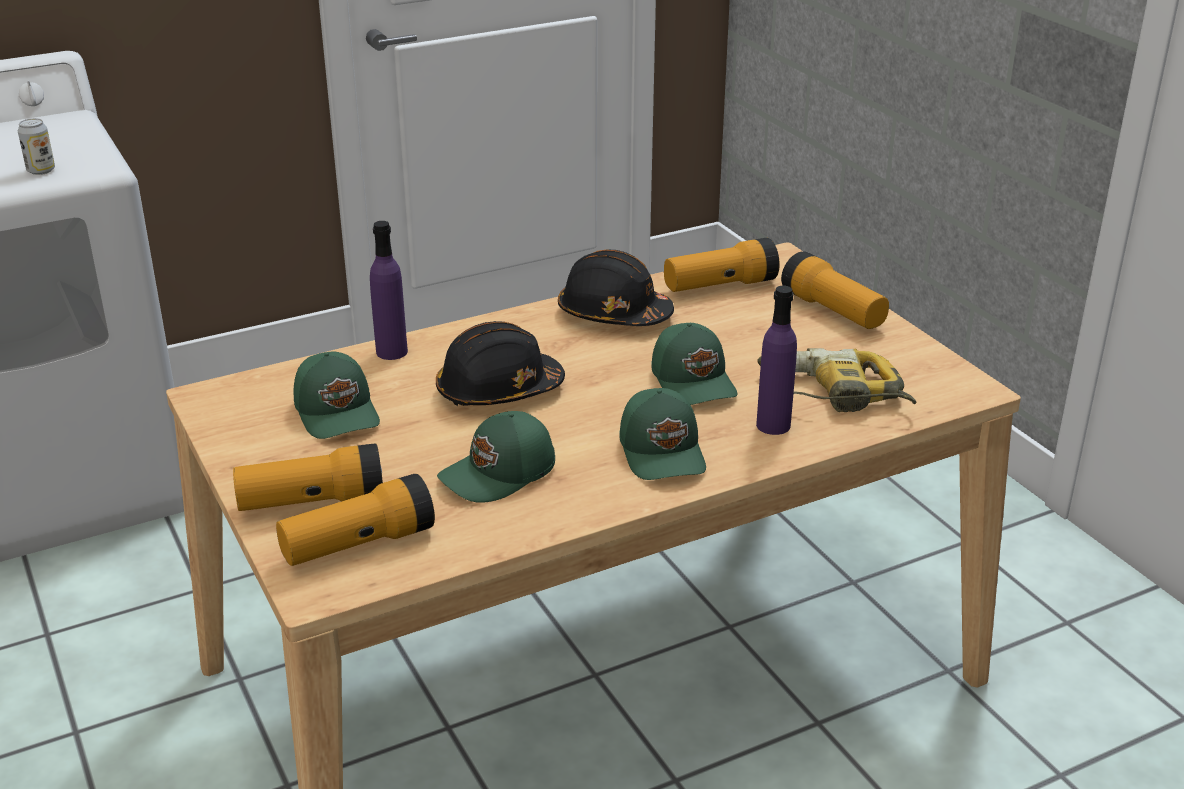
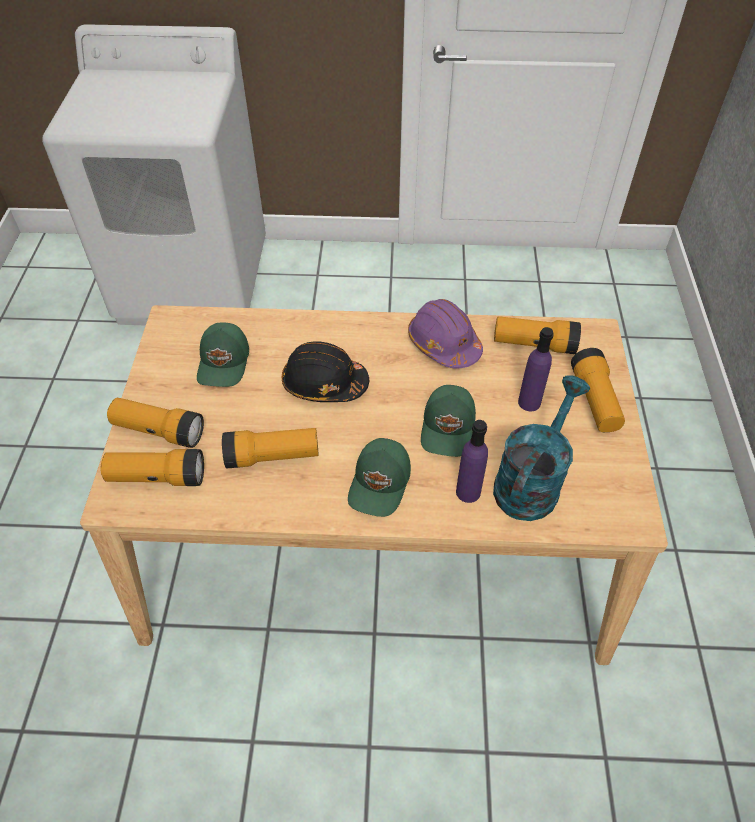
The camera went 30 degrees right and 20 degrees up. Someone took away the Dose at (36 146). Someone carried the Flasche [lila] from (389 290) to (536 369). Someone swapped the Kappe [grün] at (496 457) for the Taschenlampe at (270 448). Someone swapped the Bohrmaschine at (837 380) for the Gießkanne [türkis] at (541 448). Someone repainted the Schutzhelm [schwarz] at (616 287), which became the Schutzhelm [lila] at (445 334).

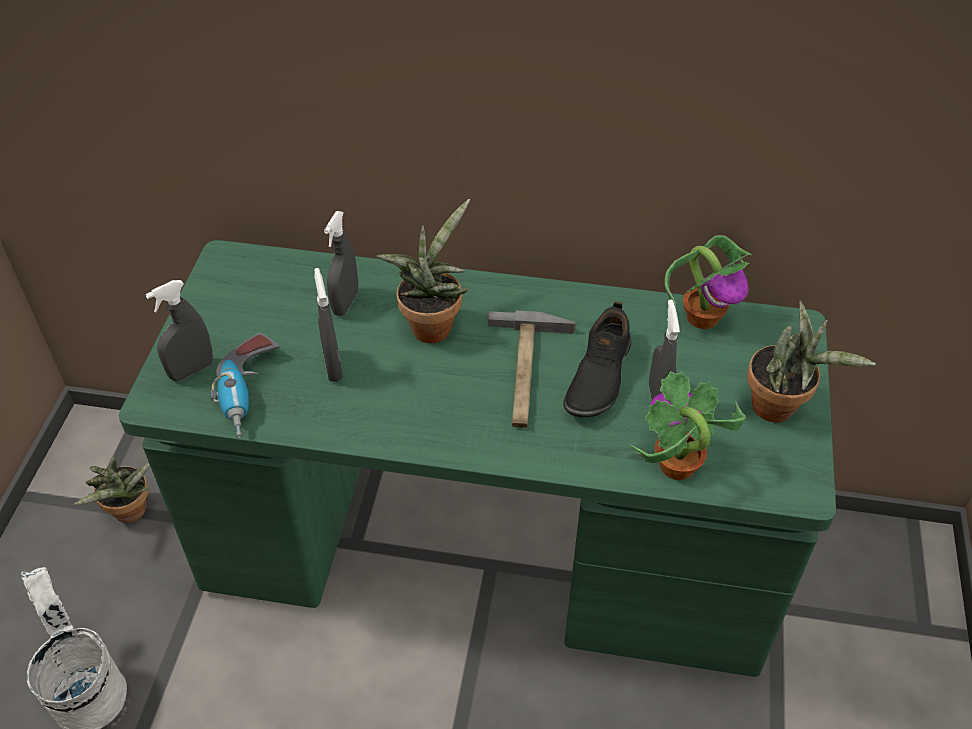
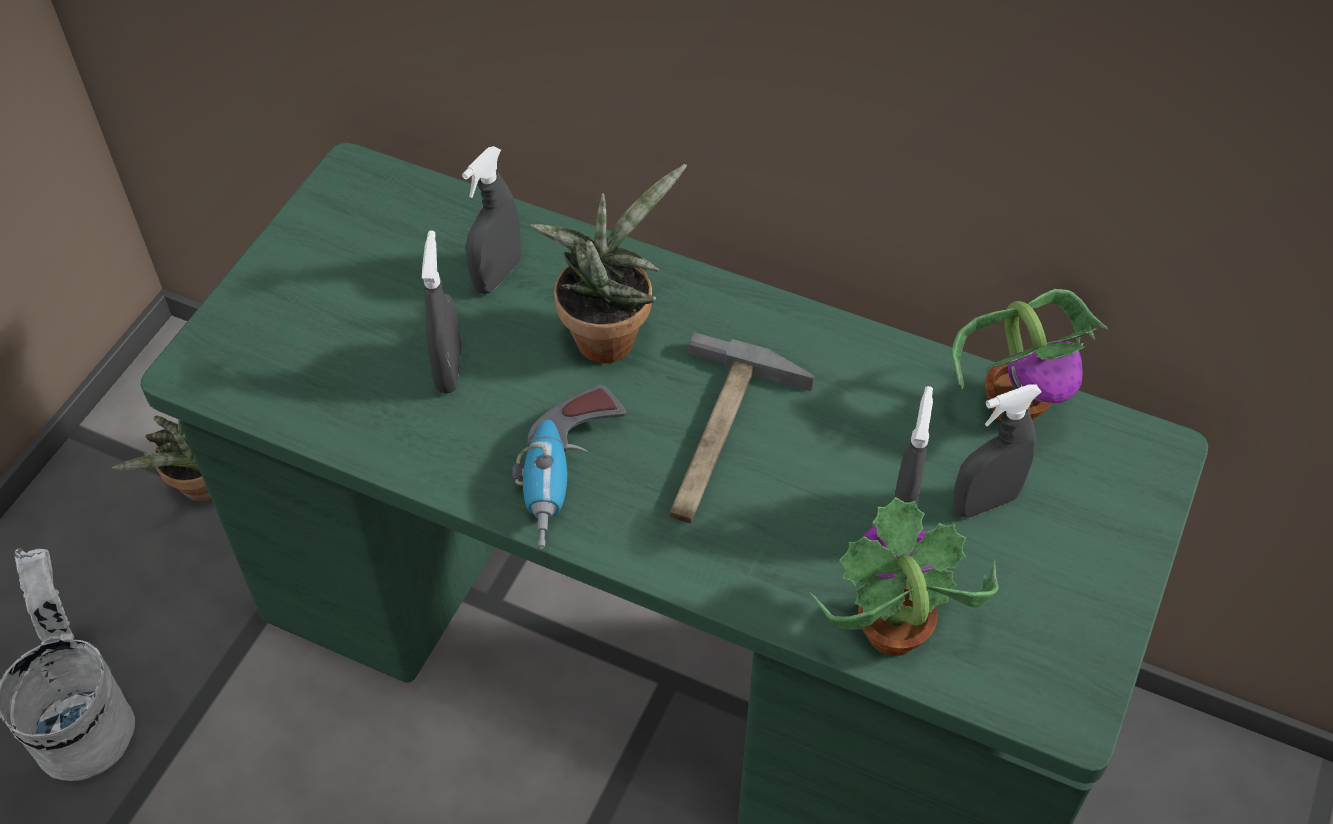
The camera went 15 degrees right and 5 degrees up. Someone took away the Schuh [schwarz] at (597 359). Someone took away the Topfpflanze at (811 361). Someone carried the Sprühflasche [grau] from (179 330) to (997 451). Someone carried the Bohrmaschine from (244 385) to (569 467).

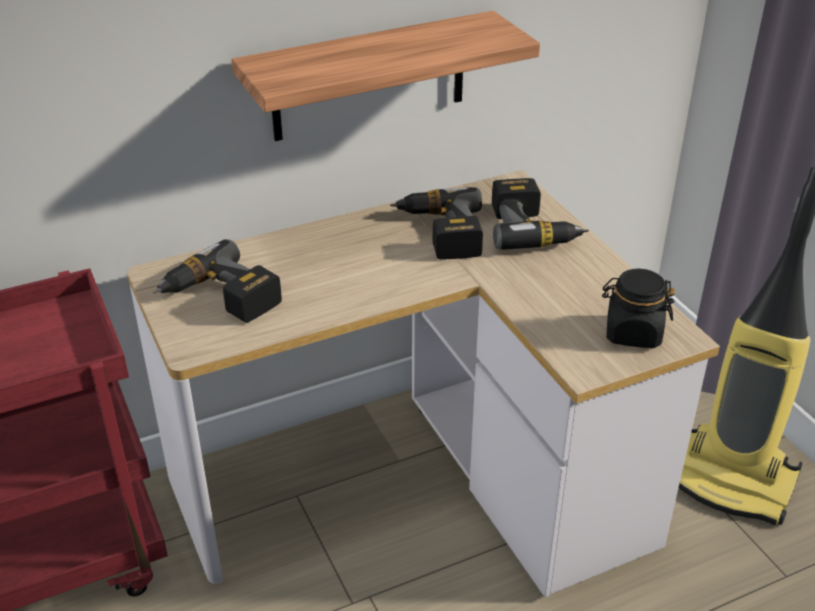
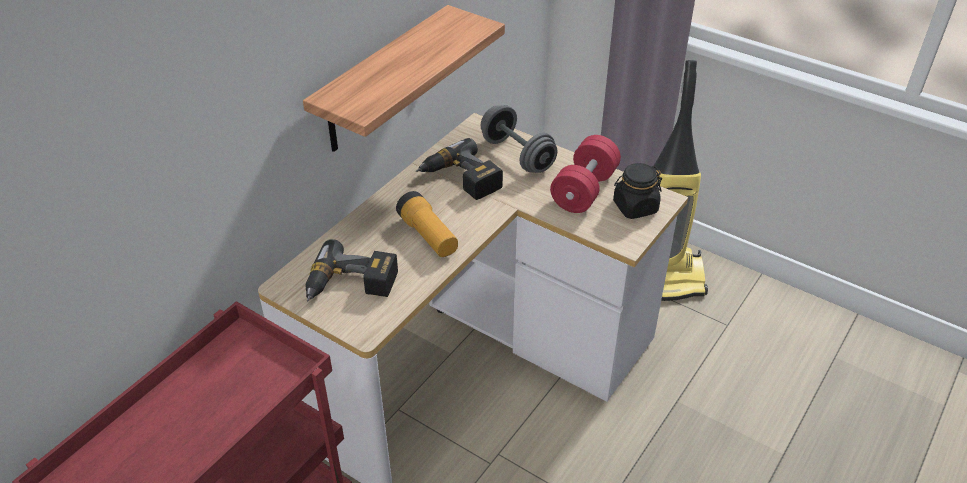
The camera went 30 degrees left and 5 degrees up. Someone put down the Taschenlampe at (427 224). Someone put down the Hantel [rot] at (585 174). Someone swapped the Bohrmaschine at (540 213) for the Hantel [grau] at (519 139).

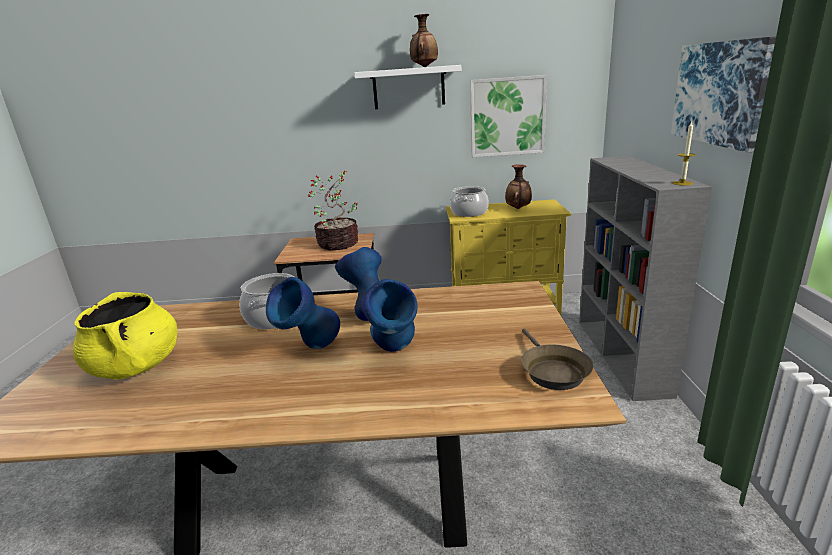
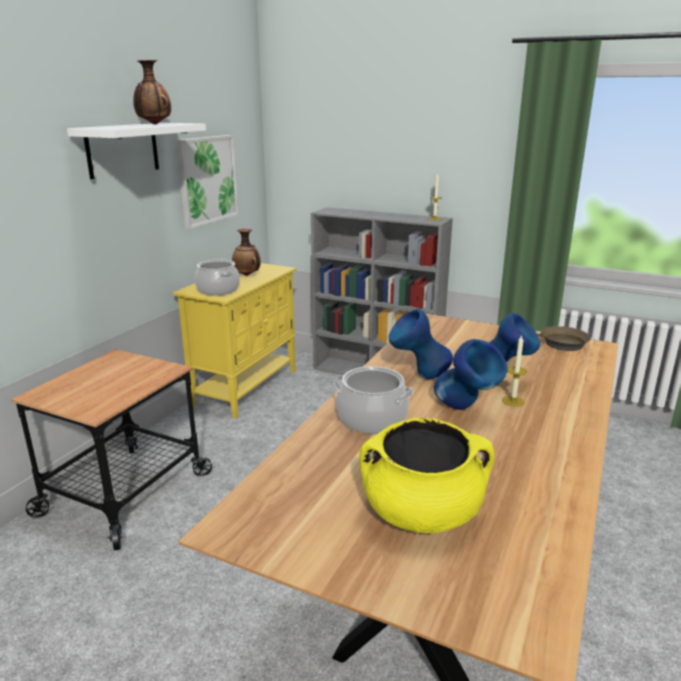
The camera went 65 degrees left and 0 degrees up. Someone took away the Topfpflanze at (333 210). Someone took away the Bild at (723 94). Someone put down the Kerze at (514 371).

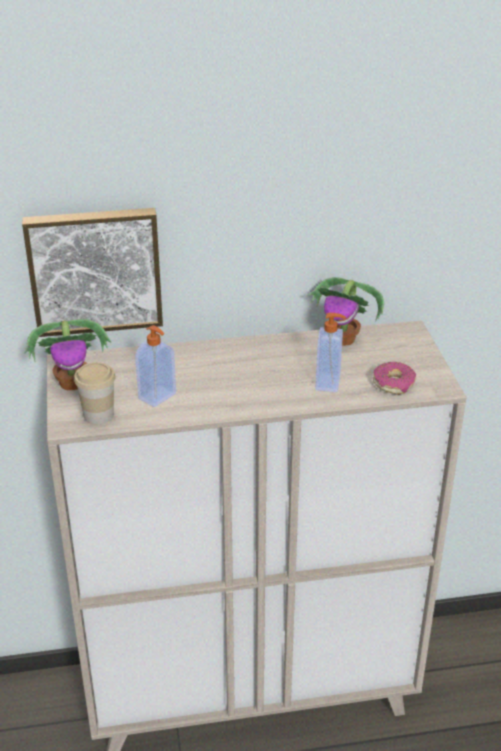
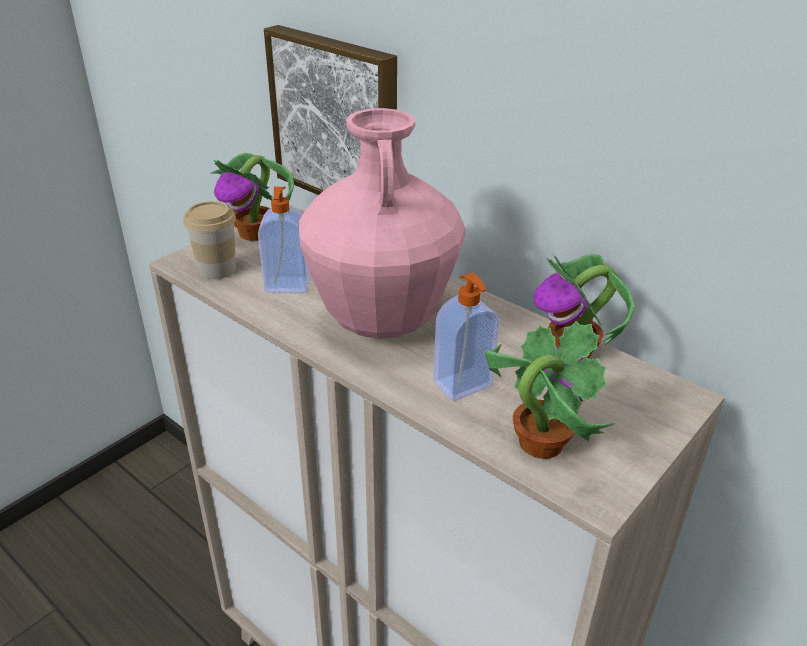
The camera went 50 degrees right and 0 degrees up. Someone put down the Vase [rosa] at (382 223). Someone swapped the Donut at (394 378) for the Topfpflanze at (550 390).

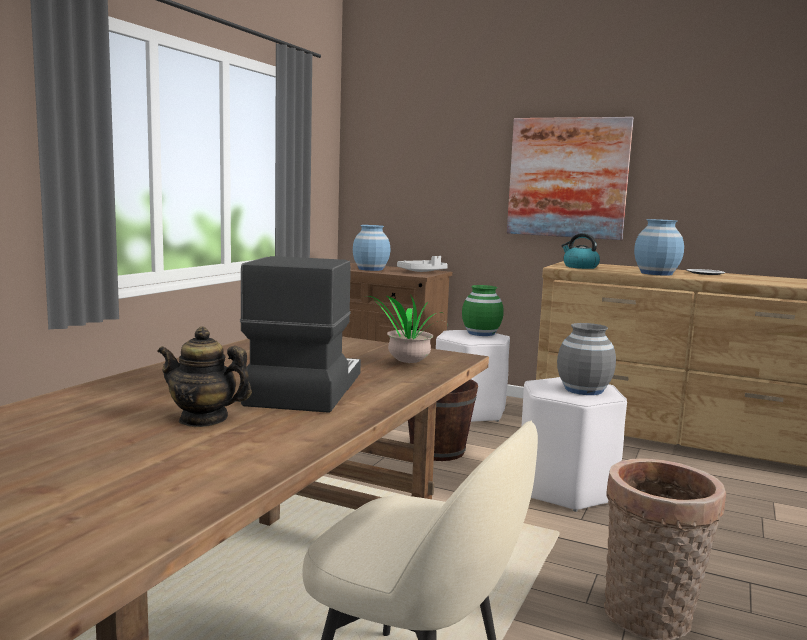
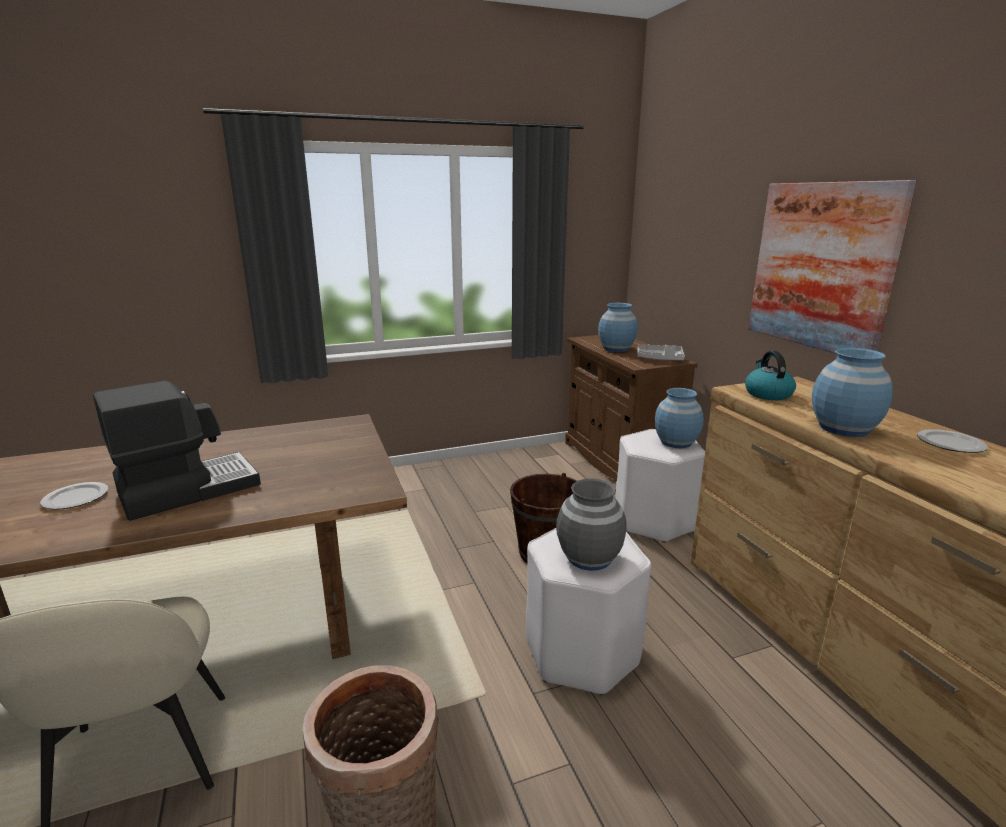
The camera went 45 degrees right and 10 degrees up. Someone took away the Topfpflanze at (408 328). Someone swapped the Teekanne at (204 377) for the Teller at (74 496). Someone repainted the Vase [grün] at (483 310), which became the Vase [blau] at (679 418).

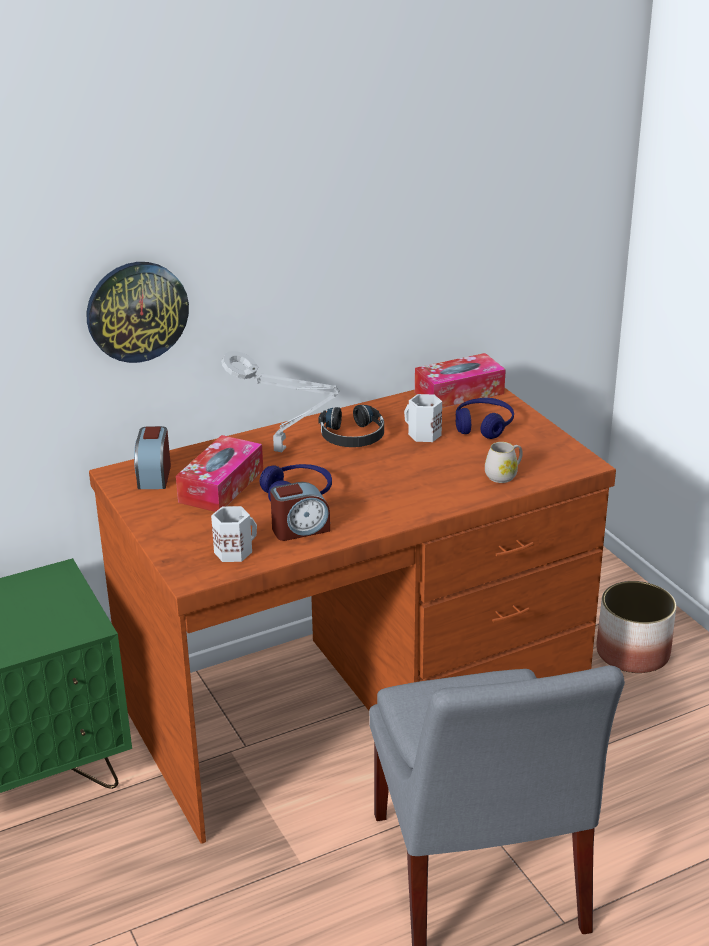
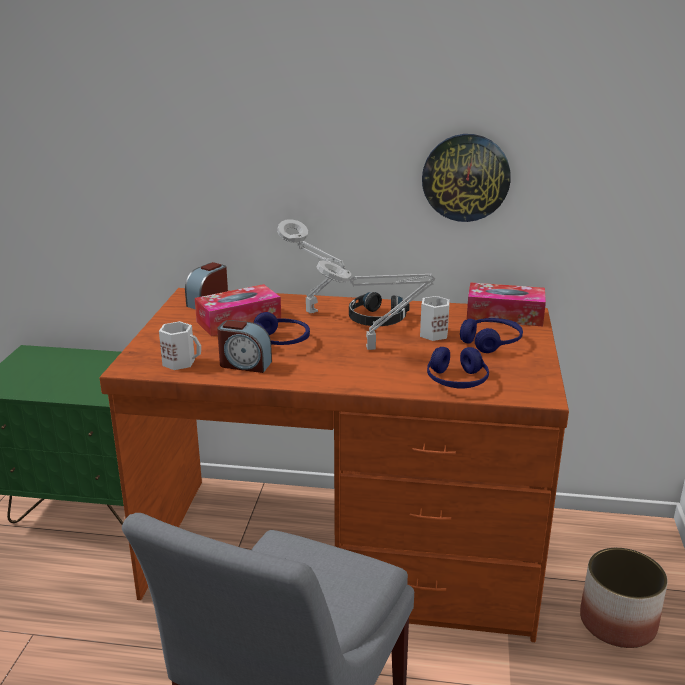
The camera went 35 degrees right and 5 degrees down. Someone put down the Tischlampe [grau] at (376 305). Someone carried the Wanduhr from (138 312) to (466 178). Someone swapped the Henkelbecher [weiß] at (504 462) for the Kopfhörer [blau] at (458 368).

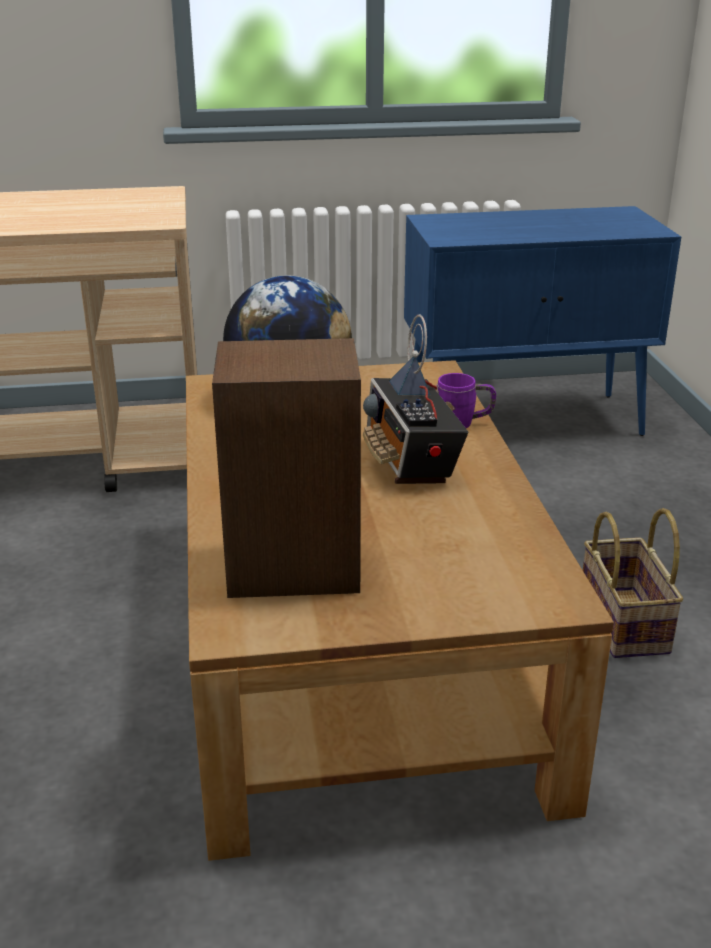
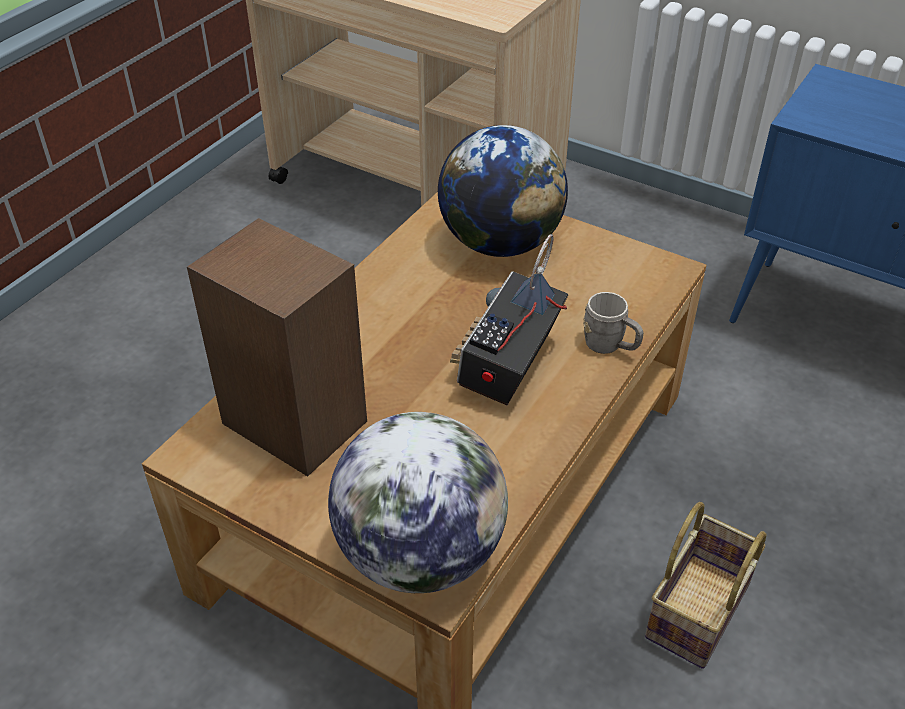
The camera went 40 degrees right and 15 degrees up. Someone put down the Globus at (418 502). Someone repainted the Henkelbecher [lila] at (466 400), which became the Henkelbecher [grau] at (613 323).

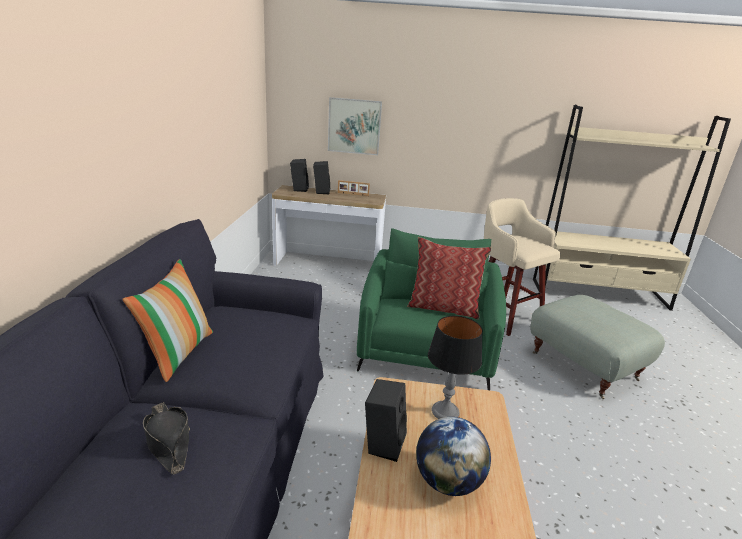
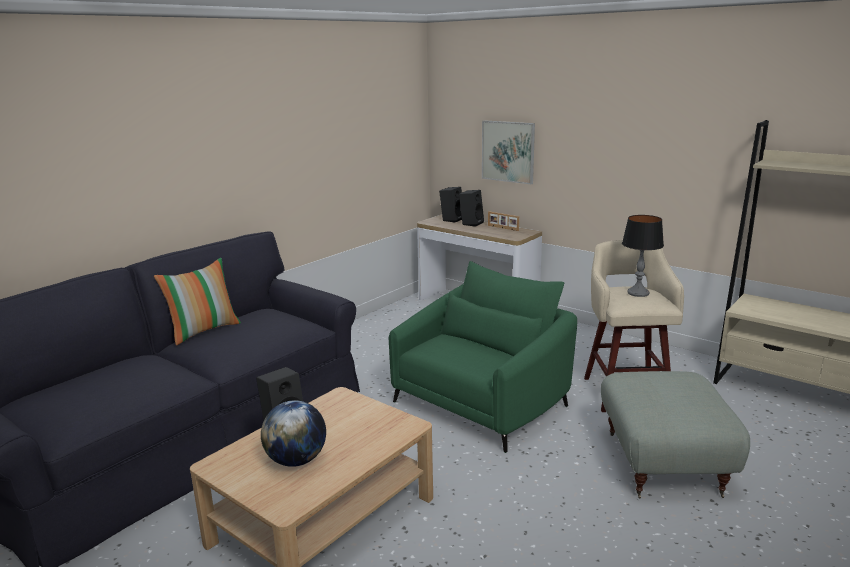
The camera went 35 degrees right and 5 degrees down. Someone took away the Hut [schwarz] at (166 438). Someone took away the Kissen at (449 278). Someone carried the Tischlampe from (455 367) to (643 256).

